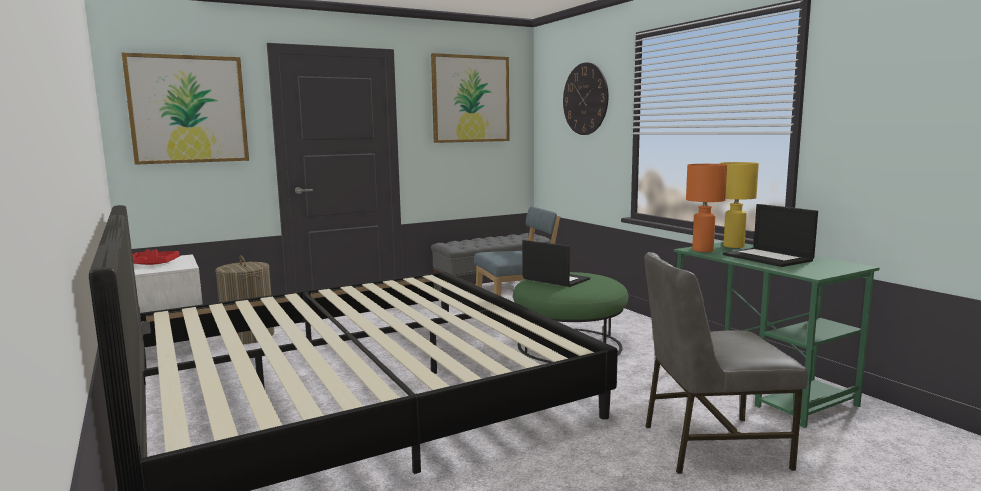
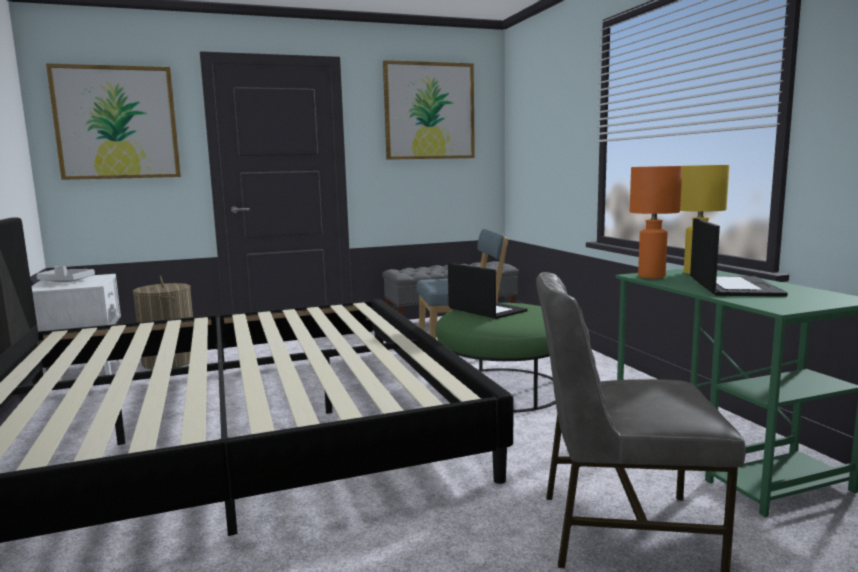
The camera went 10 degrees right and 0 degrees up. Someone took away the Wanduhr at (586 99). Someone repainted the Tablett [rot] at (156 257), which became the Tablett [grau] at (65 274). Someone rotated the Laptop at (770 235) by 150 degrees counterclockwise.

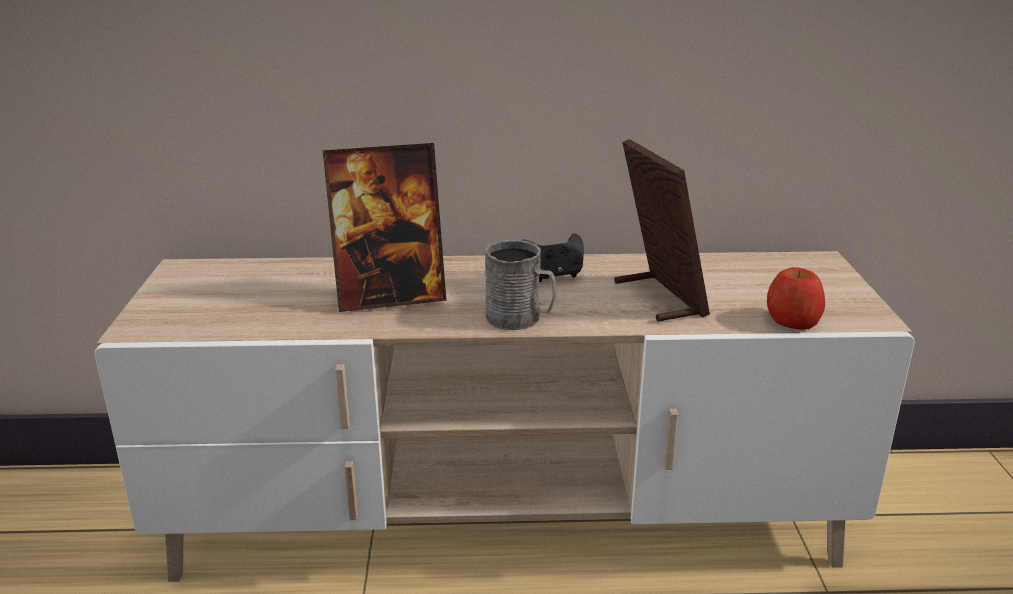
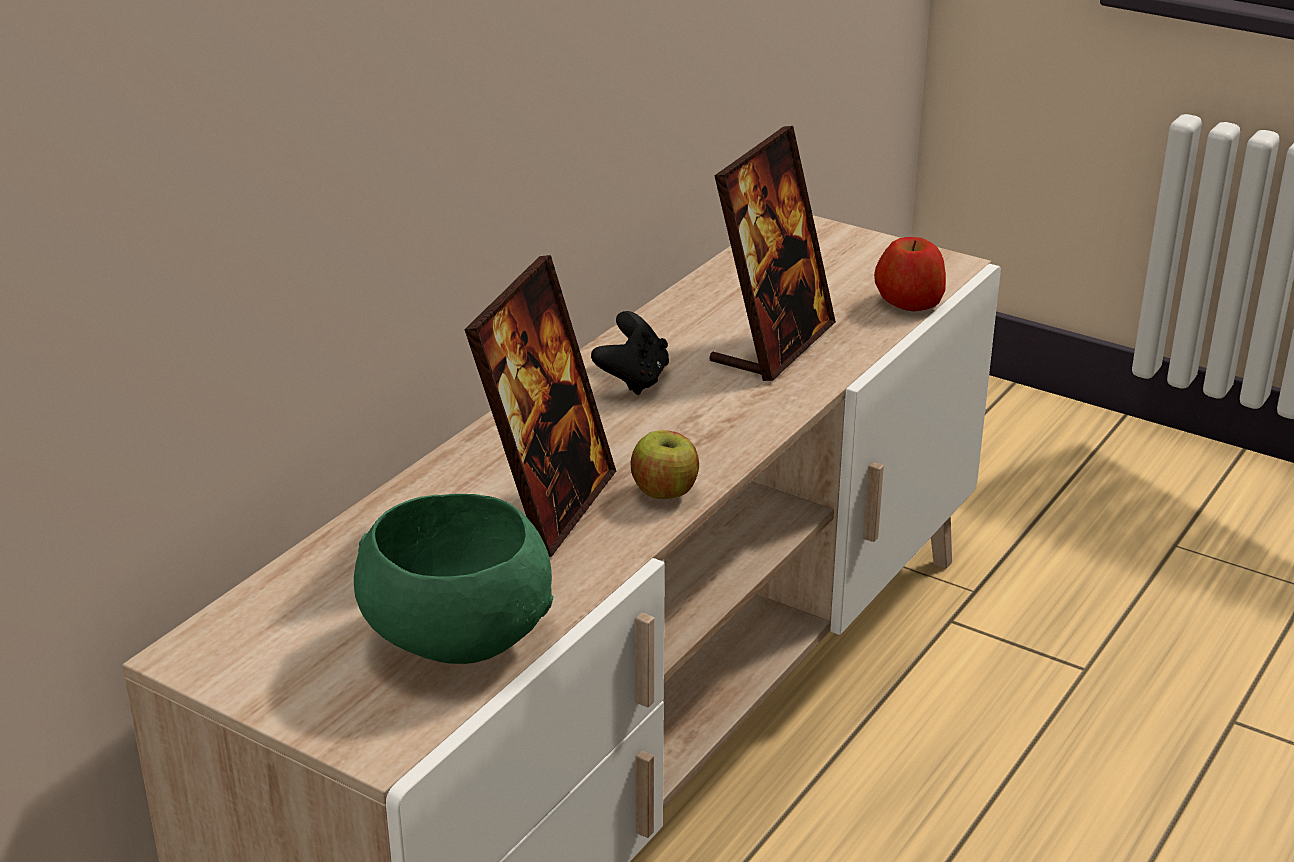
The camera went 55 degrees left and 5 degrees up. Someone took away the Henkelbecher [grau] at (521 285). Someone put down the Schüssel [grün] at (453 579). Someone put down the Apfel at (665 464). Someone rotated the Bilderrahmen at (662 230) by 105 degrees clockwise.

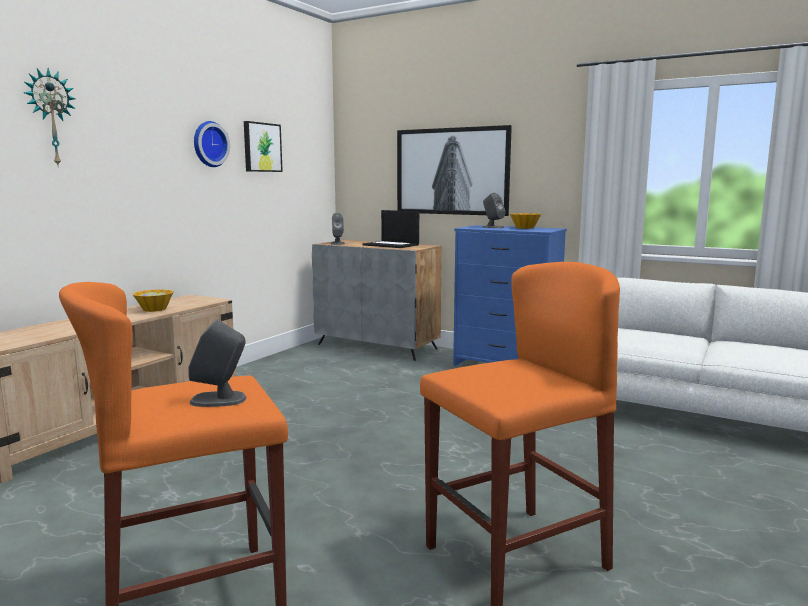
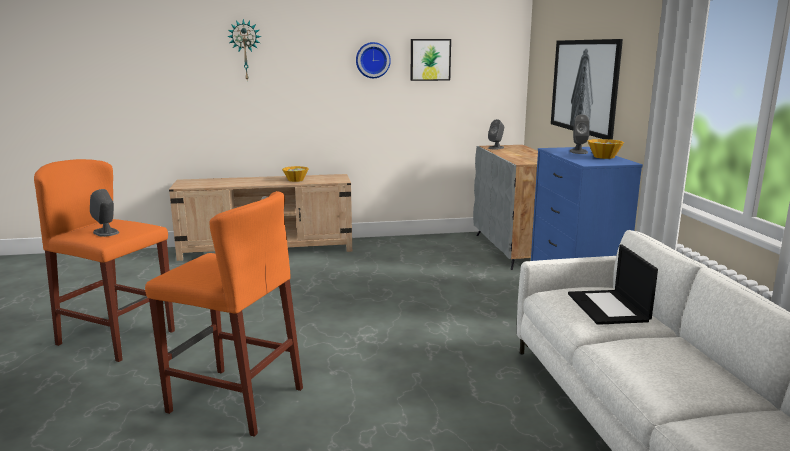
The camera went 50 degrees right and 5 degrees up. Someone carried the Laptop from (390 229) to (613 284).

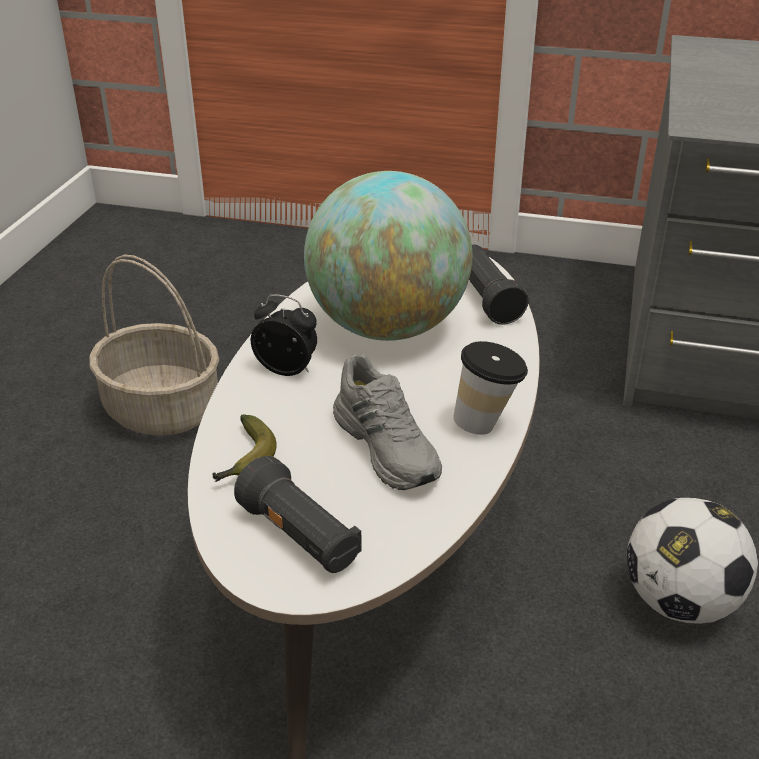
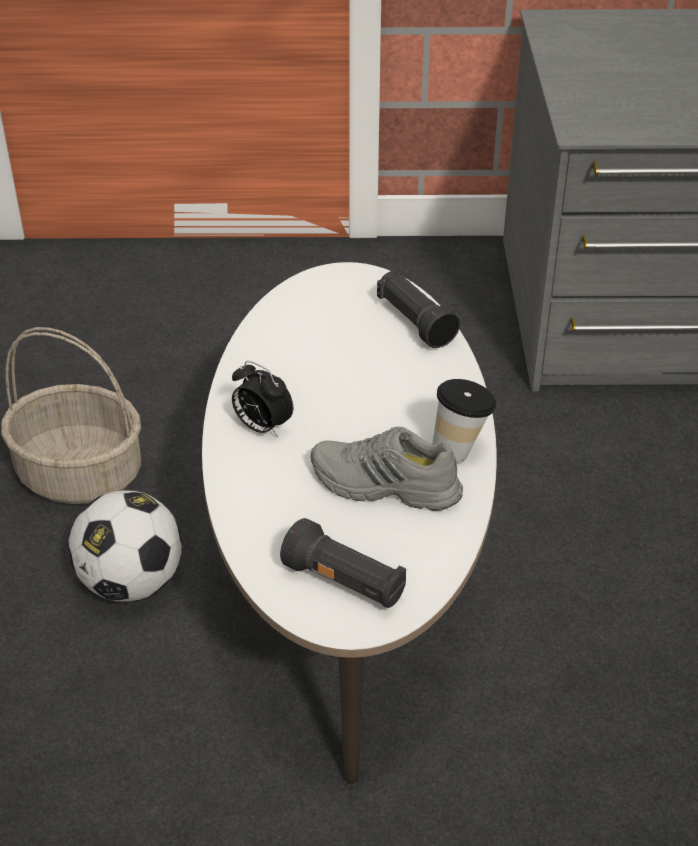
The camera went 15 degrees left and 5 degrees up. Someone took away the Banane at (245 448). Someone took away the Globus at (388 256). Someone carried the Fußball from (692 561) to (125 546). Someone rotated the Wecker at (284 335) by 150 degrees counterclockwise. Someone rotated the Schuh [grau] at (387 422) by 150 degrees clockwise.

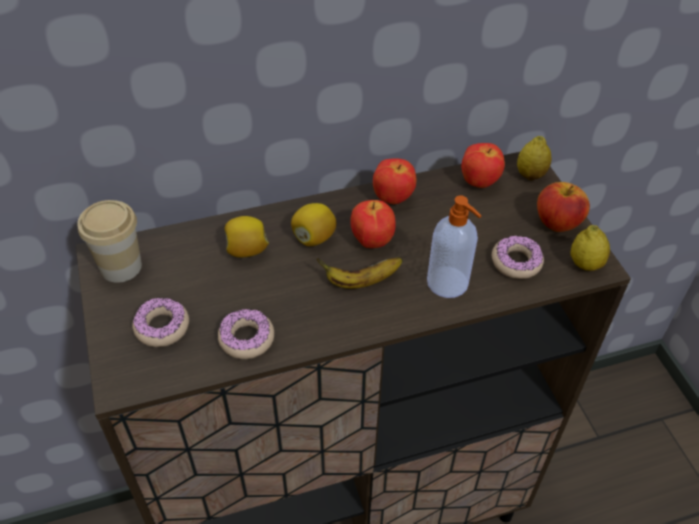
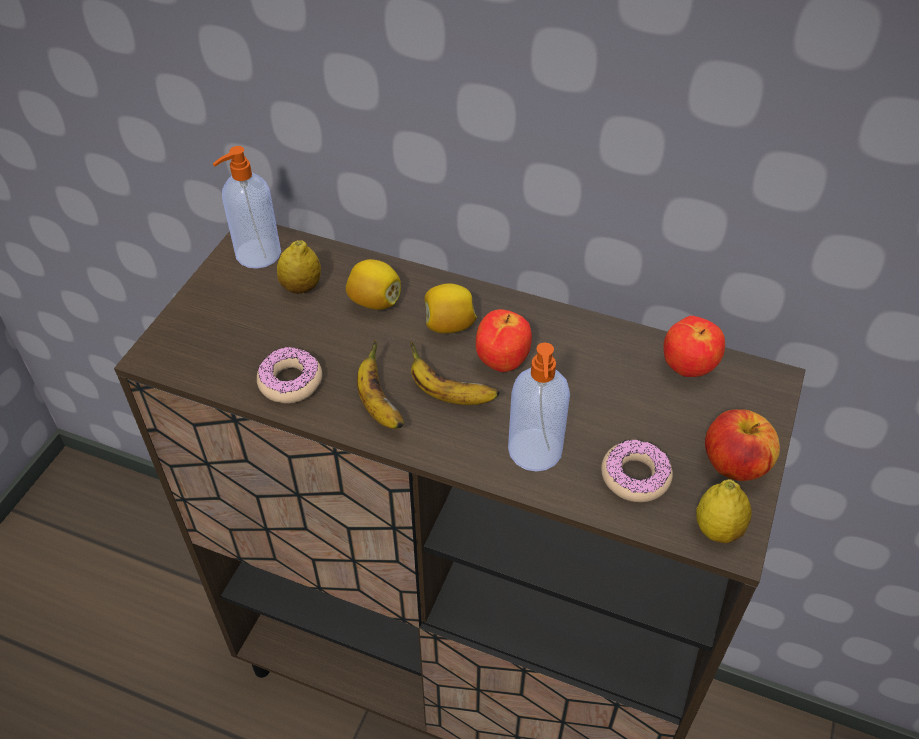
The camera went 40 degrees right and 0 degrees up. Someone took away the Donut at (160 322). Someone took away the Apfel at (394 181). Someone put down the Banane at (380 384). Someone carried the Zitrone from (534 158) to (299 267). Someone swapped the Tasse at (109 241) for the Seifenspender at (247 207).

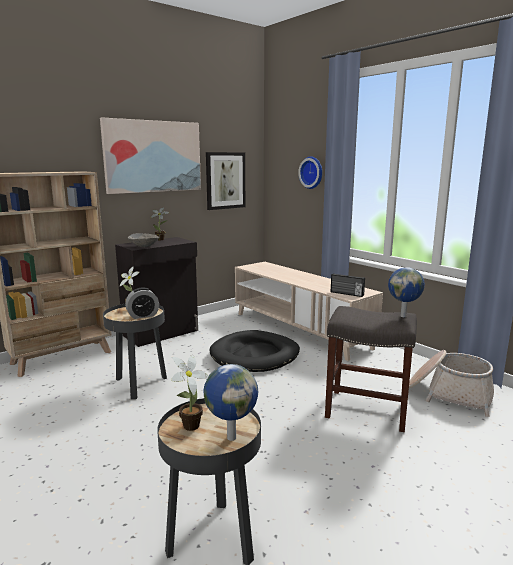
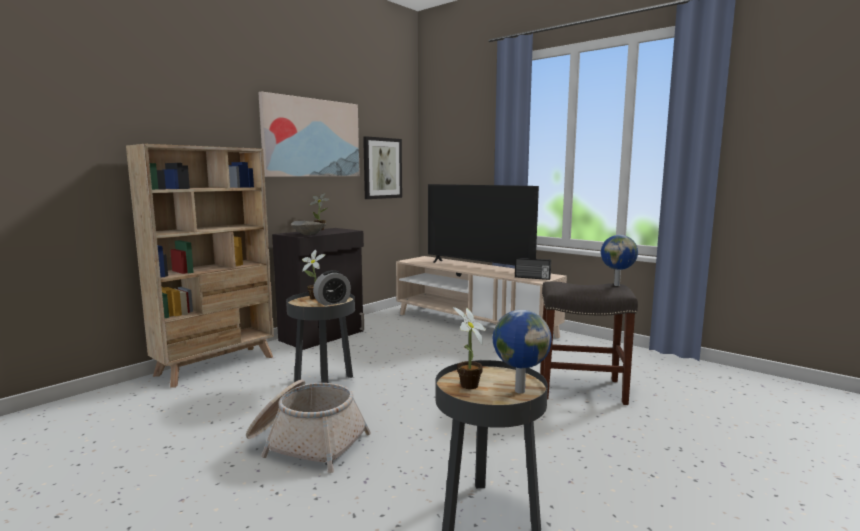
The camera went 10 degrees left and 5 degrees down. Someone took away the Hundebett [schwarz] at (254 351). Someone took away the Wanduhr at (310 172). Someone put down the Fernseher at (483 225). Someone carried the Korb from (451 383) to (308 426).

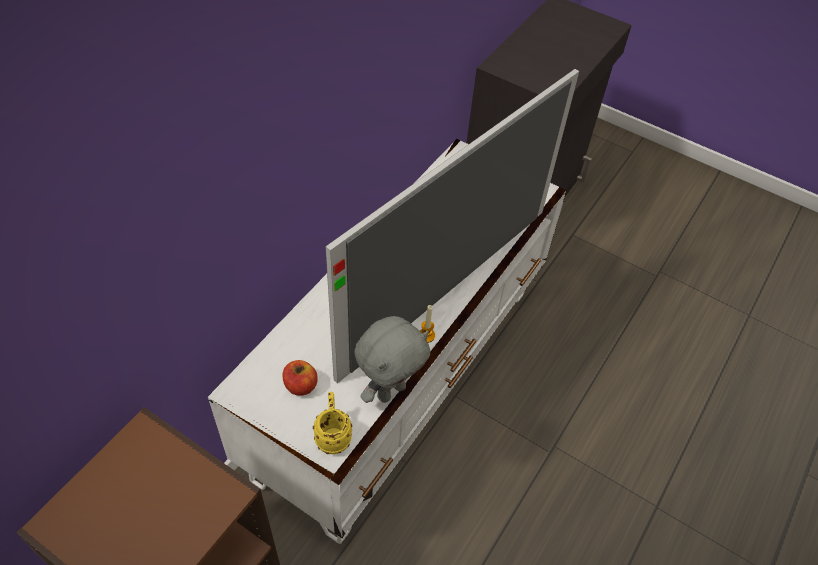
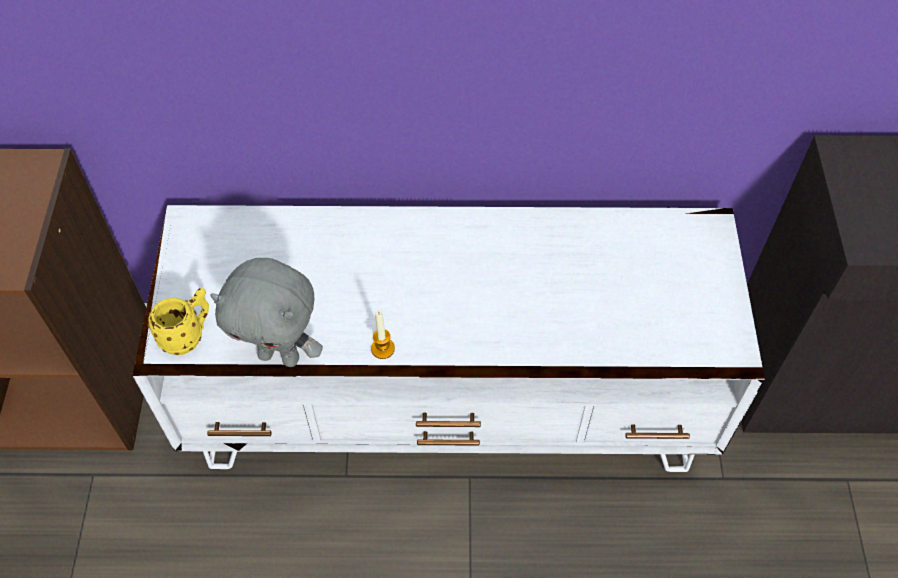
The camera went 60 degrees right and 5 degrees up. Someone took away the Apfel at (300 378). Someone took away the Fernseher at (452 226).

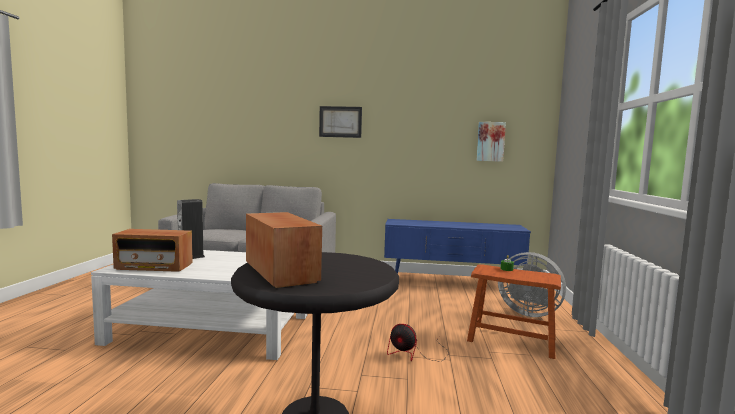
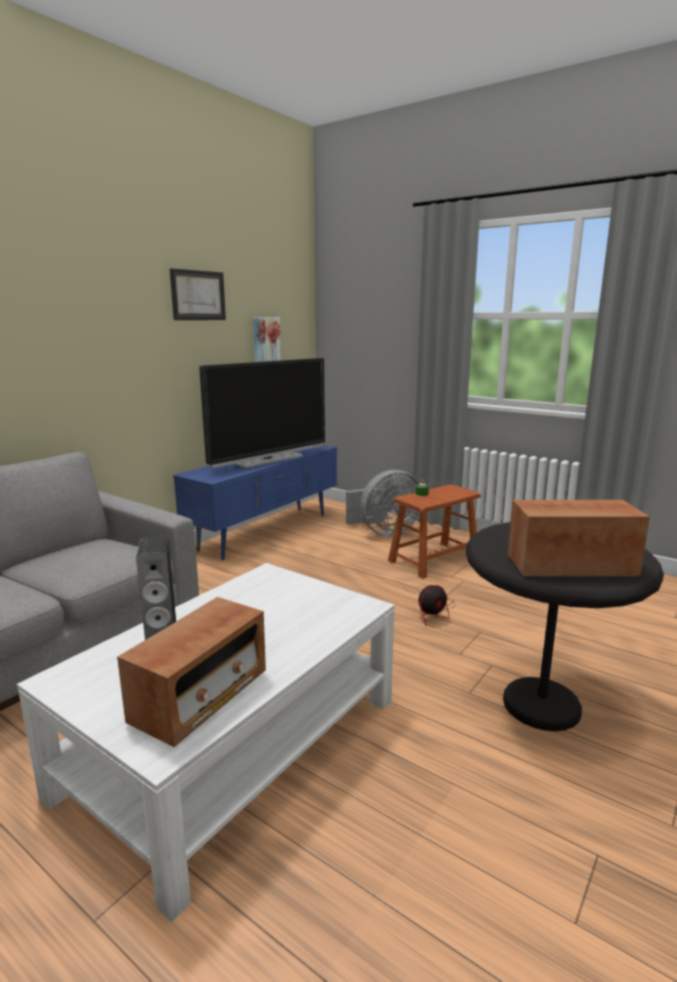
The camera went 60 degrees left and 10 degrees up. Someone put down the Fernseher at (262 413). Someone carried the Bild from (340 122) to (198 294).

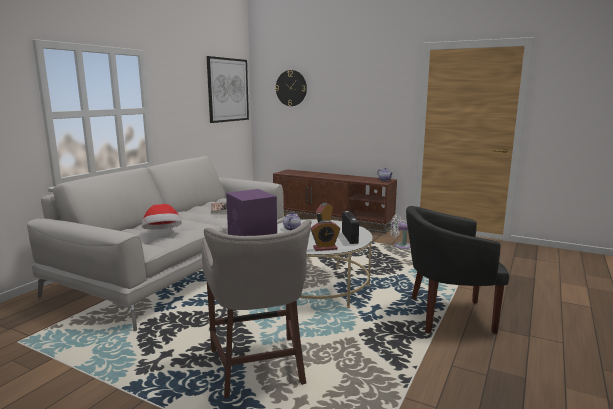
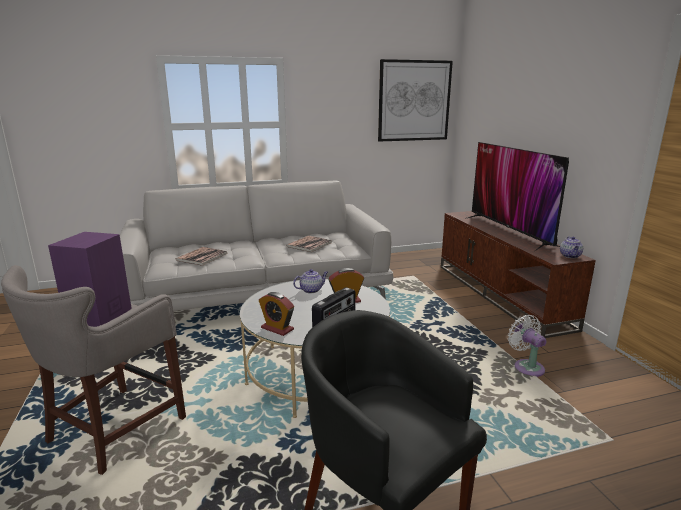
The camera went 45 degrees right and 5 degrees up. Someone took away the Wanduhr at (291 88). Someone put down the Fernseher at (517 196). Someone swapped the Hut at (162 217) for the Buch at (201 256).

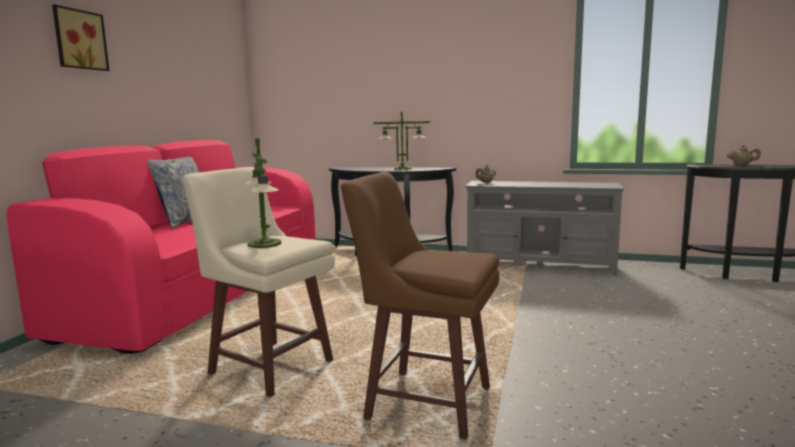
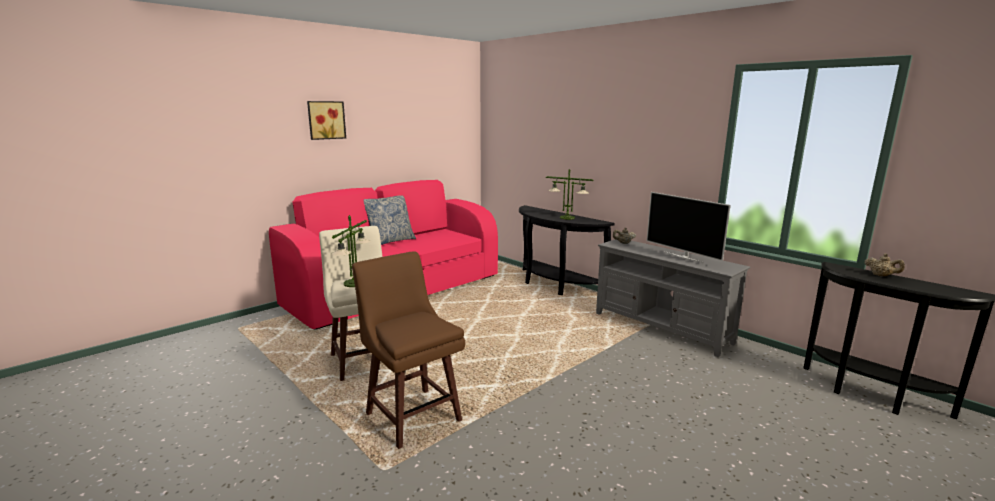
The camera went 30 degrees right and 5 degrees up. Someone put down the Fernseher at (689 227).

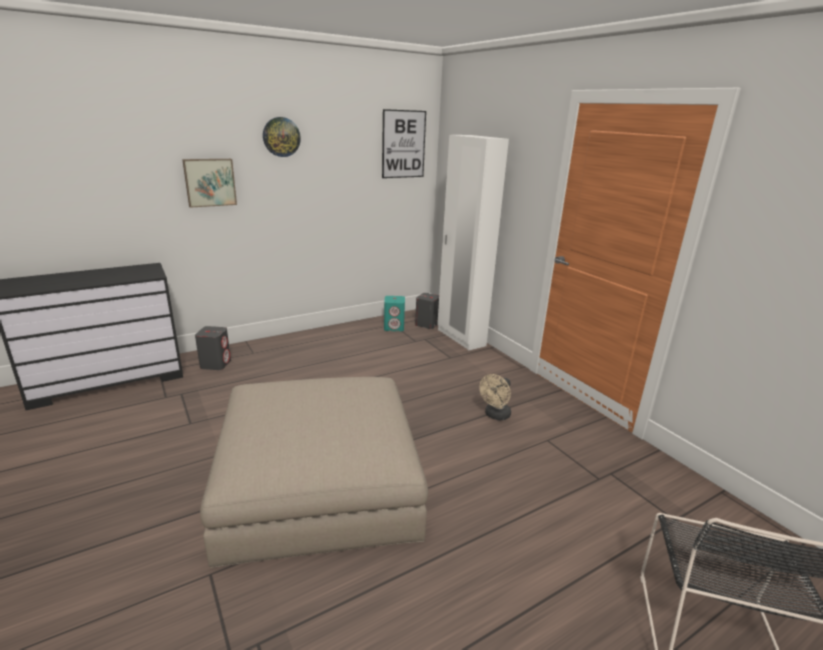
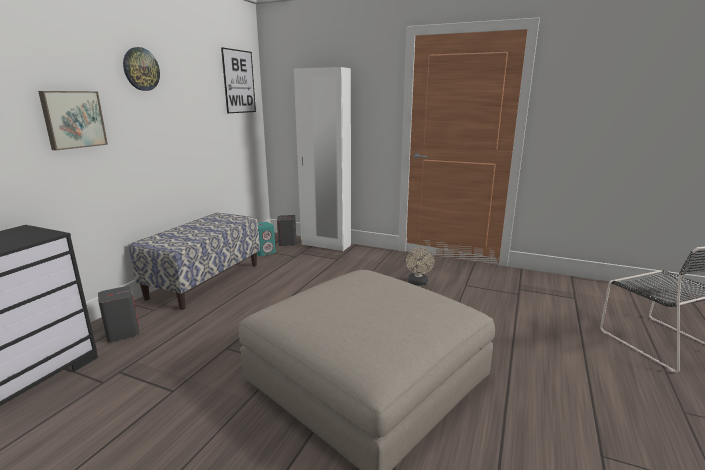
The camera went 35 degrees left and 5 degrees down. Someone put down the Bank at (194 261).

